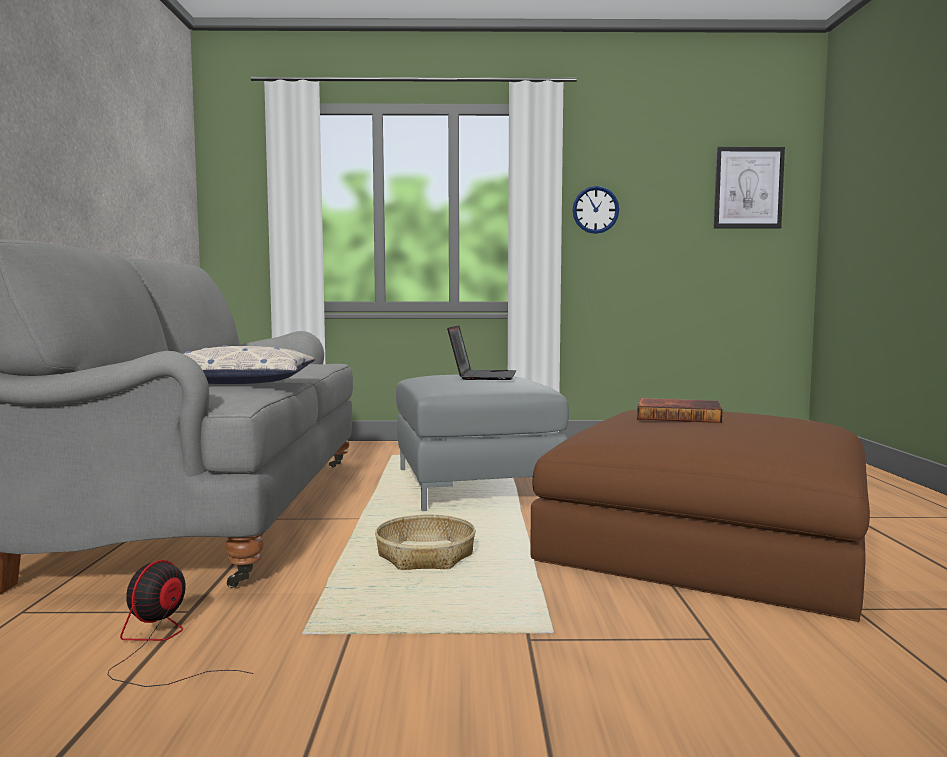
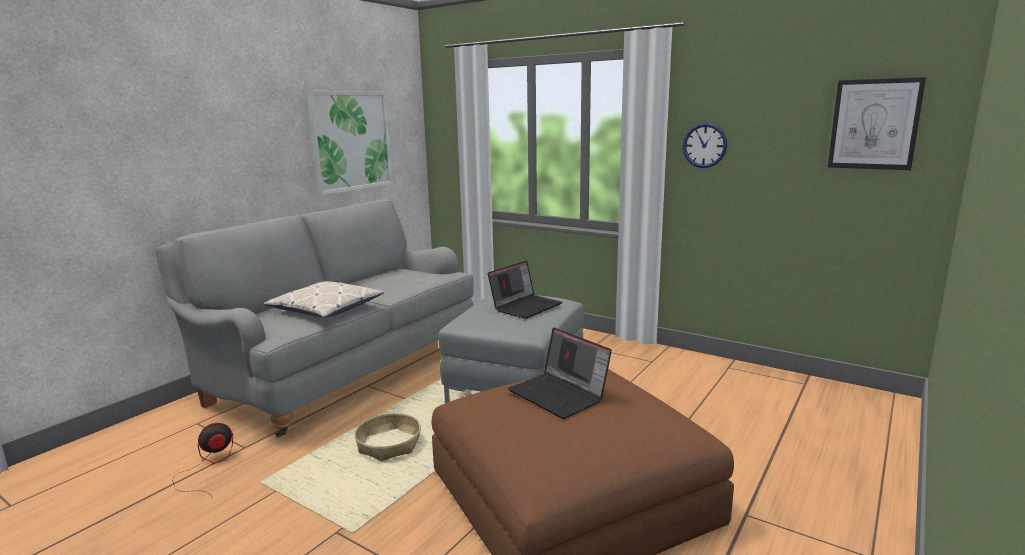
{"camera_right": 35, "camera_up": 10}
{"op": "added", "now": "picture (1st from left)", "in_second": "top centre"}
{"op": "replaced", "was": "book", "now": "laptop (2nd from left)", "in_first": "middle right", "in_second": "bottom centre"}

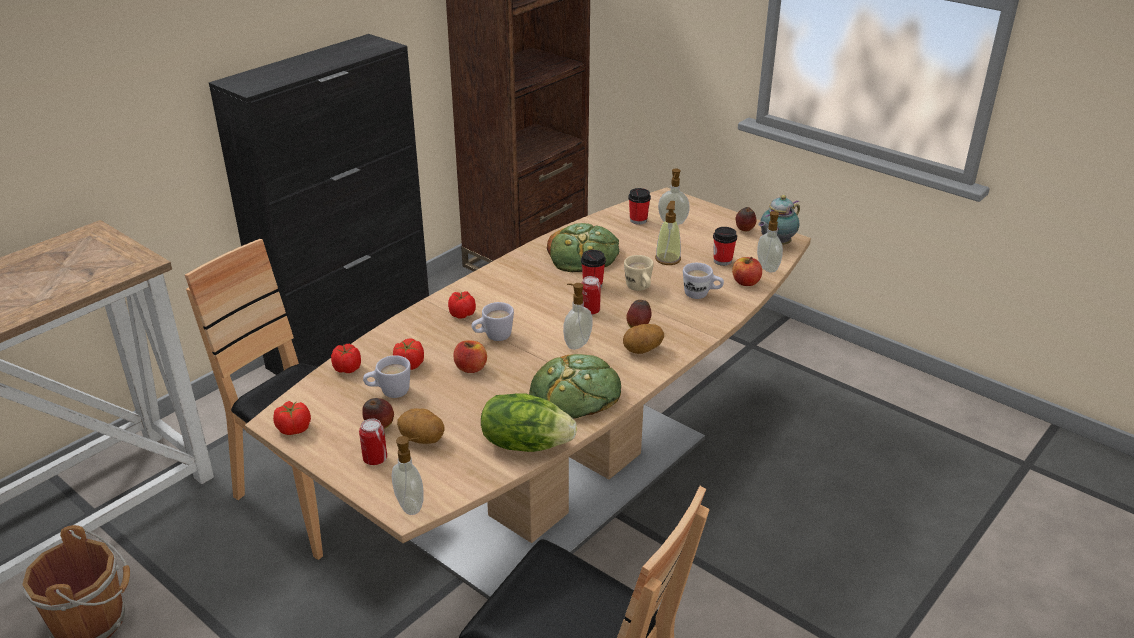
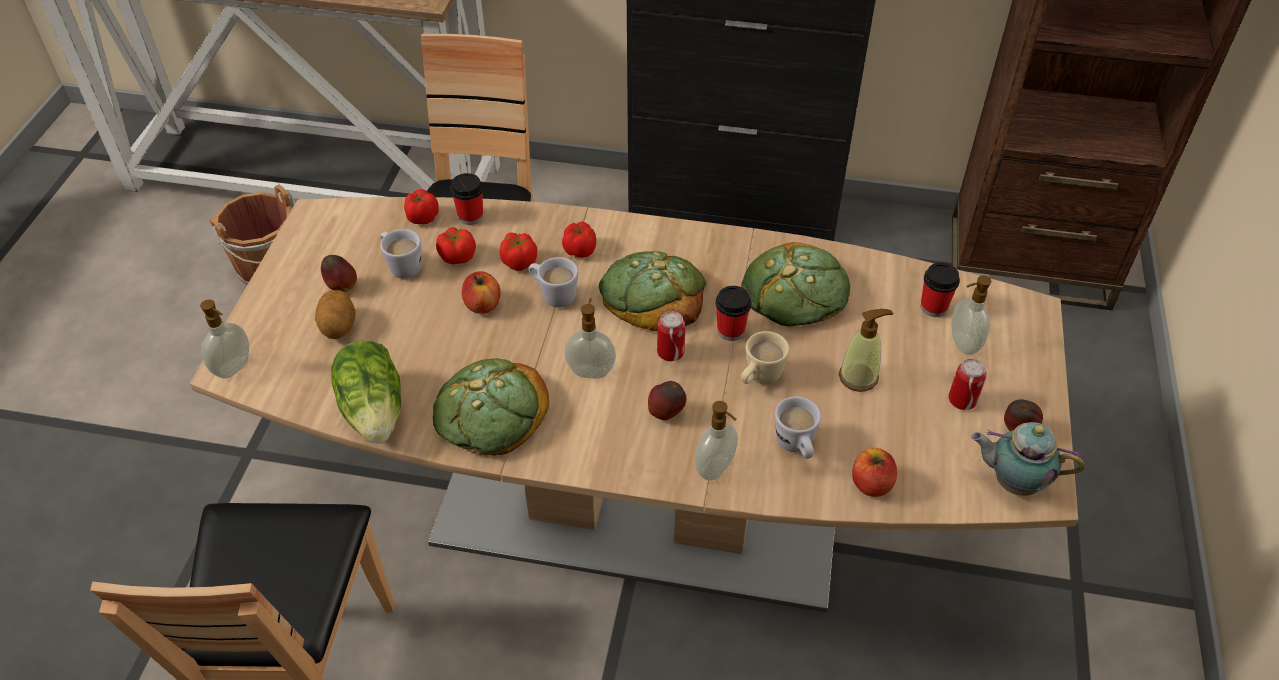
{"camera_right": 60, "camera_up": 15}
{"op": "moved", "was": "cup (3rd from left in the first image)", "now": "cup (1st from left)", "in_first": "centre", "in_second": "top centre"}
{"op": "moved", "was": "tomato (1st from left in the first image)", "now": "tomato (3rd from left)", "in_first": "middle left", "in_second": "centre"}
{"op": "added", "now": "bread (2nd from left)", "in_second": "centre"}
{"op": "moved", "was": "soap dispenser (5th from left in the first image)", "now": "soap dispenser (3rd from left)", "in_first": "middle right", "in_second": "centre"}
{"op": "moved", "was": "can (1st from left in the first image)", "now": "can (2nd from left)", "in_first": "bottom left", "in_second": "middle right"}
{"op": "removed", "was": "potato (2nd from left)", "in_first": "centre"}

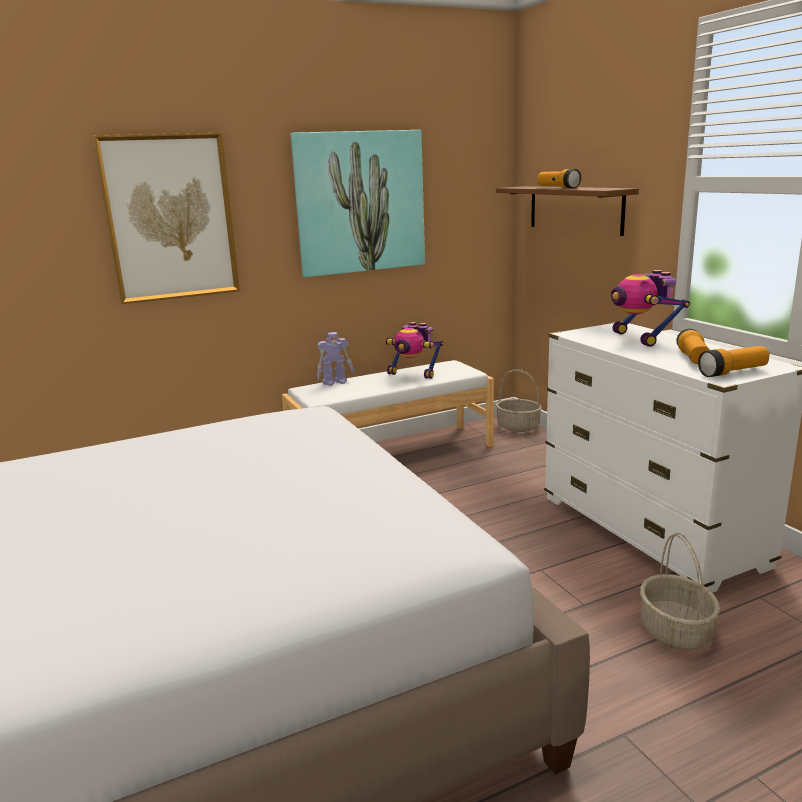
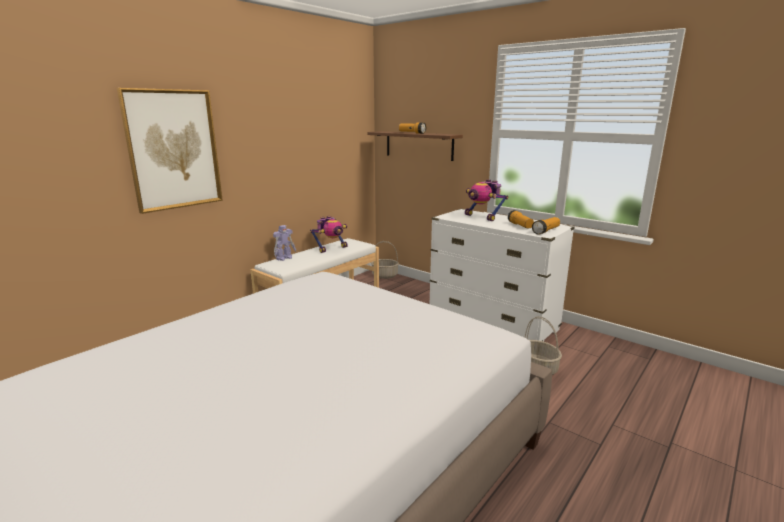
{"camera_right": -25, "camera_up": 0}
{"op": "turned", "was": "toy robot (2nd from left)", "in_first": "centre", "in_second": "centre", "clockwise": -45}
{"op": "removed", "was": "picture (2nd from left)", "in_first": "top centre"}

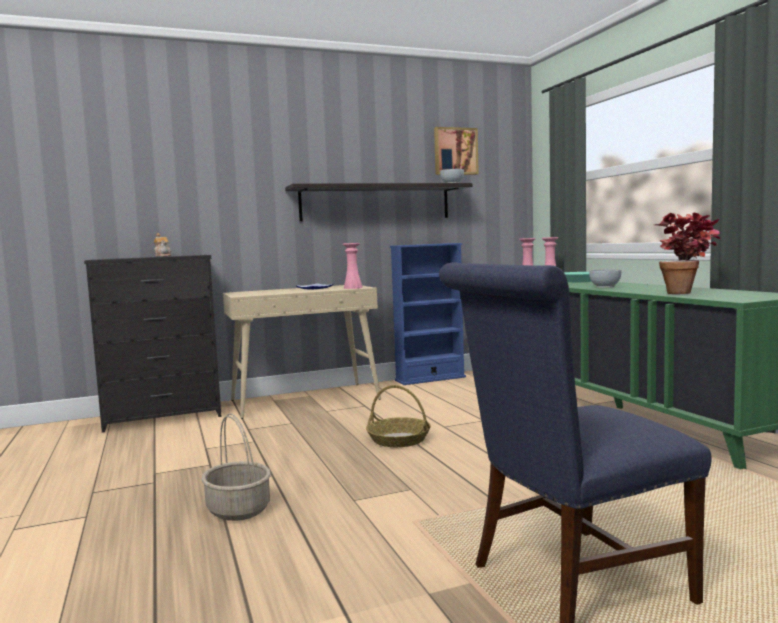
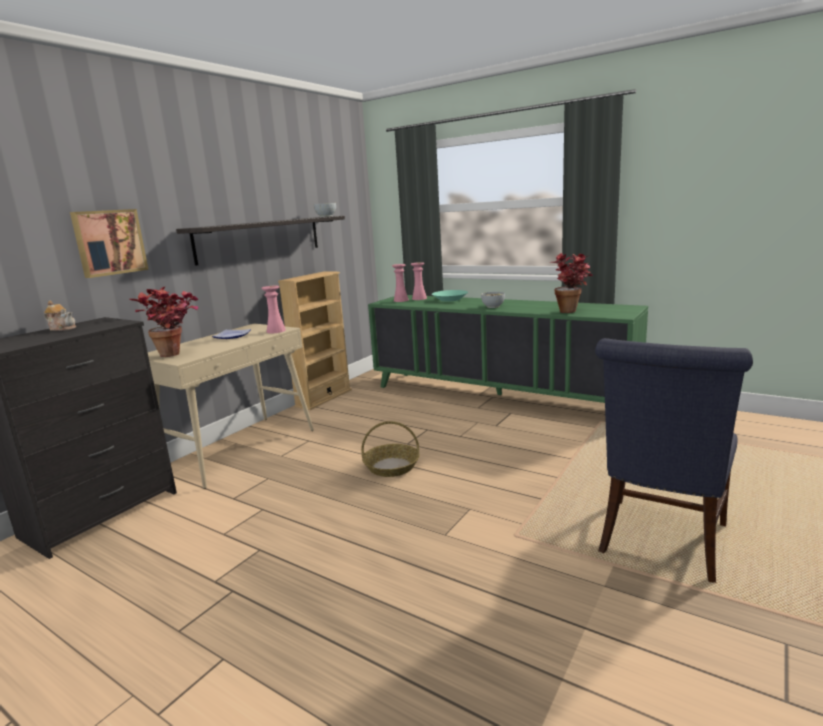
{"camera_right": -35, "camera_up": 10}
{"op": "moved", "was": "picture", "in_first": "top centre", "in_second": "middle left"}
{"op": "added", "now": "potted plant (1st from left)", "in_second": "middle left"}
{"op": "recoloured", "was": "bookcase/blue", "now": "bookcase/beige", "in_first": "centre", "in_second": "centre"}
{"op": "removed", "was": "basket (1st from left)", "in_first": "bottom left"}

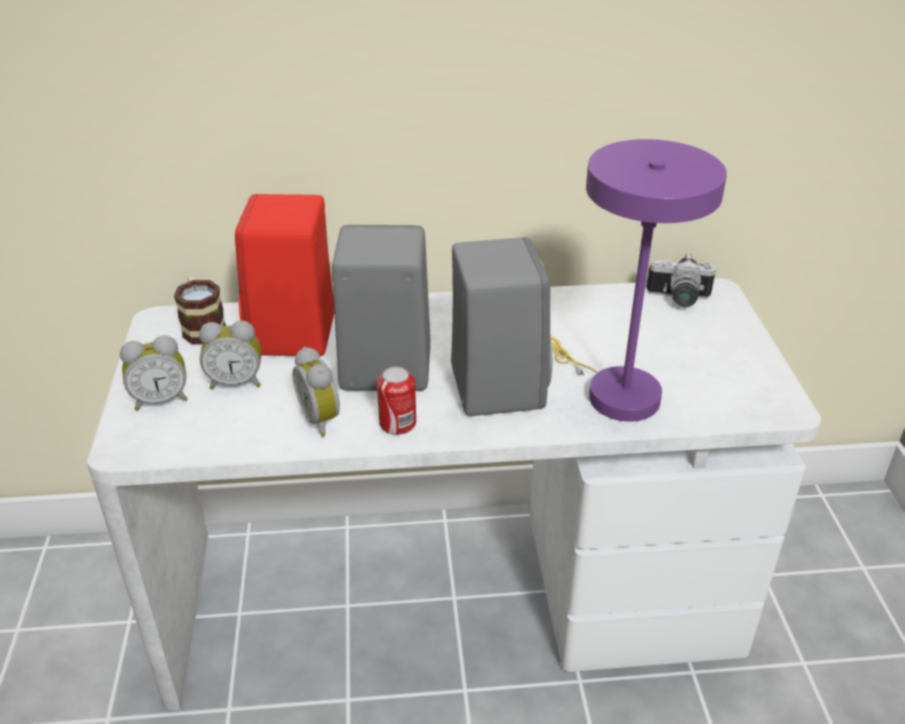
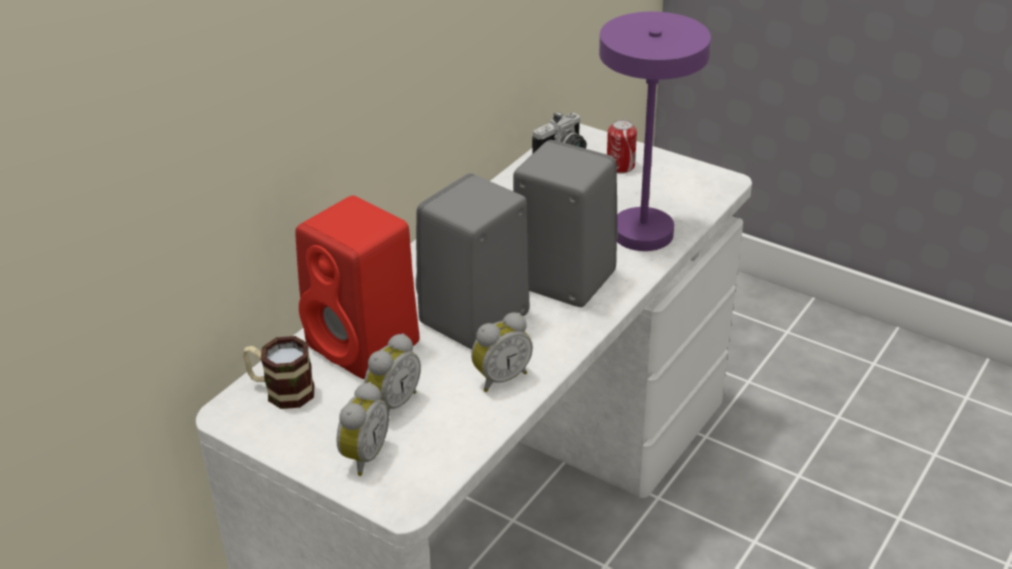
{"camera_right": -50, "camera_up": 0}
{"op": "turned", "was": "alarm clock (3rd from left)", "in_first": "centre", "in_second": "centre", "clockwise": -45}
{"op": "moved", "was": "can", "in_first": "centre", "in_second": "top centre"}

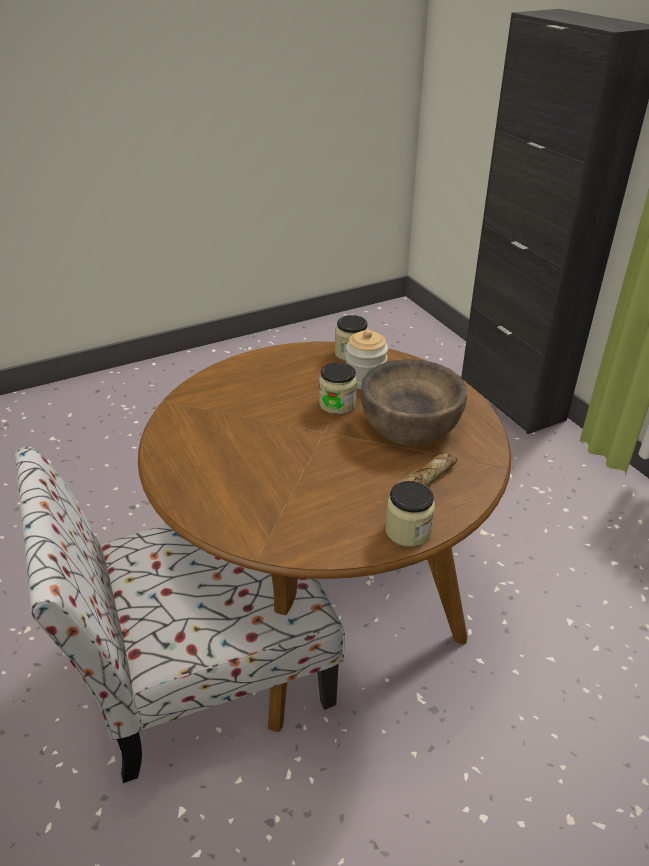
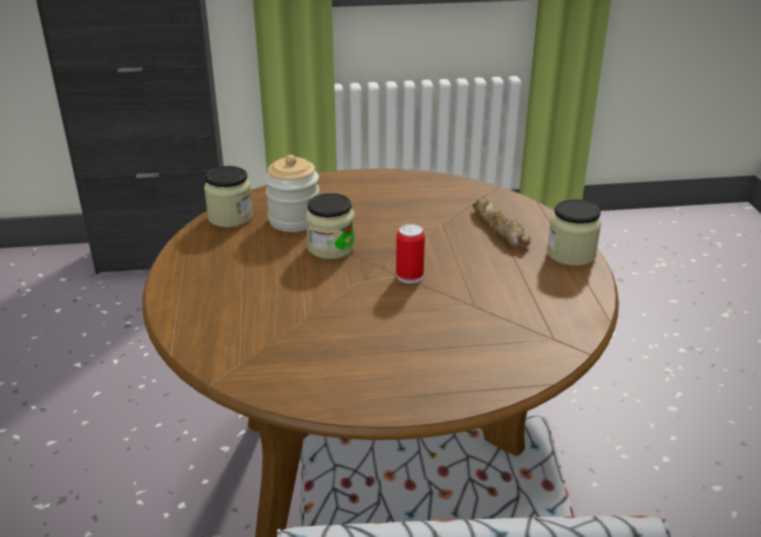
{"camera_right": -70, "camera_up": -5}
{"op": "added", "now": "can", "in_second": "centre"}
{"op": "removed", "was": "bowl/brown", "in_first": "centre"}

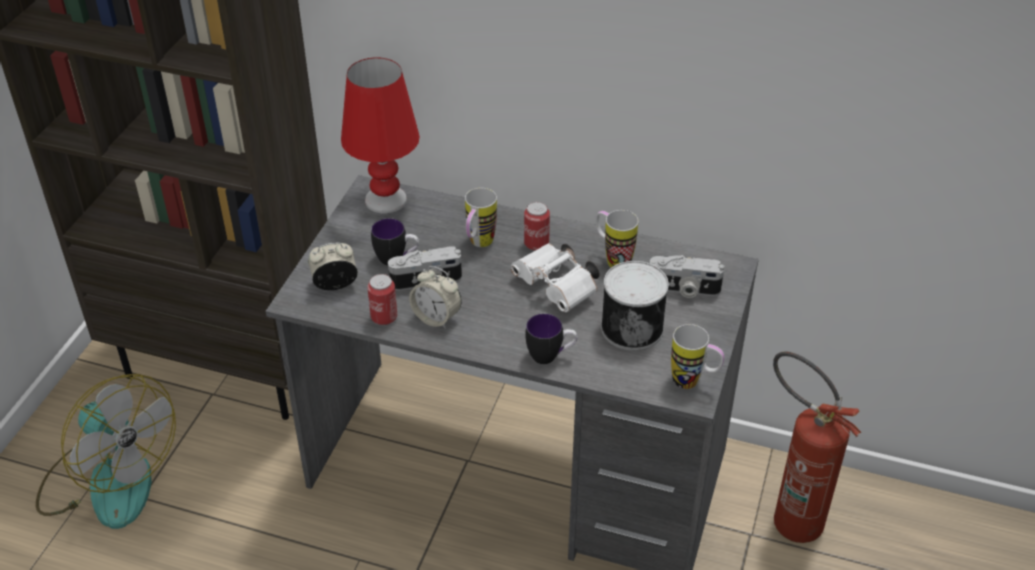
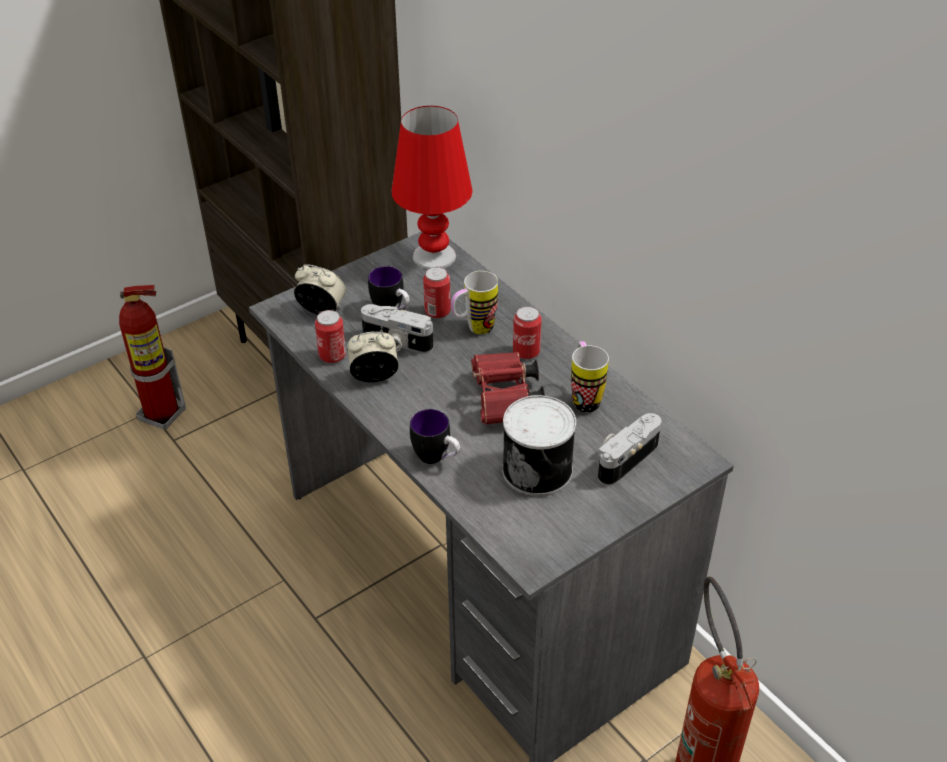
{"camera_right": 35, "camera_up": 0}
{"op": "replaced", "was": "fan", "now": "fire extinguisher (1st from left)", "in_first": "bottom left", "in_second": "middle left"}
{"op": "turned", "was": "alarm clock (2nd from left)", "in_first": "centre", "in_second": "centre", "clockwise": 105}
{"op": "added", "now": "can (2nd from left)", "in_second": "centre"}
{"op": "recoloured", "was": "binoculars/white", "now": "binoculars/red", "in_first": "centre", "in_second": "centre"}
{"op": "turned", "was": "photo camera (2nd from left)", "in_first": "centre", "in_second": "centre", "clockwise": 90}
{"op": "removed", "was": "mug (5th from left)", "in_first": "middle right"}

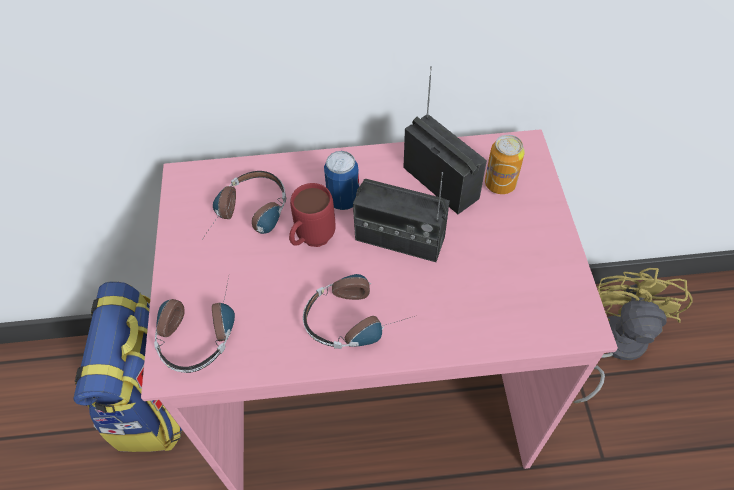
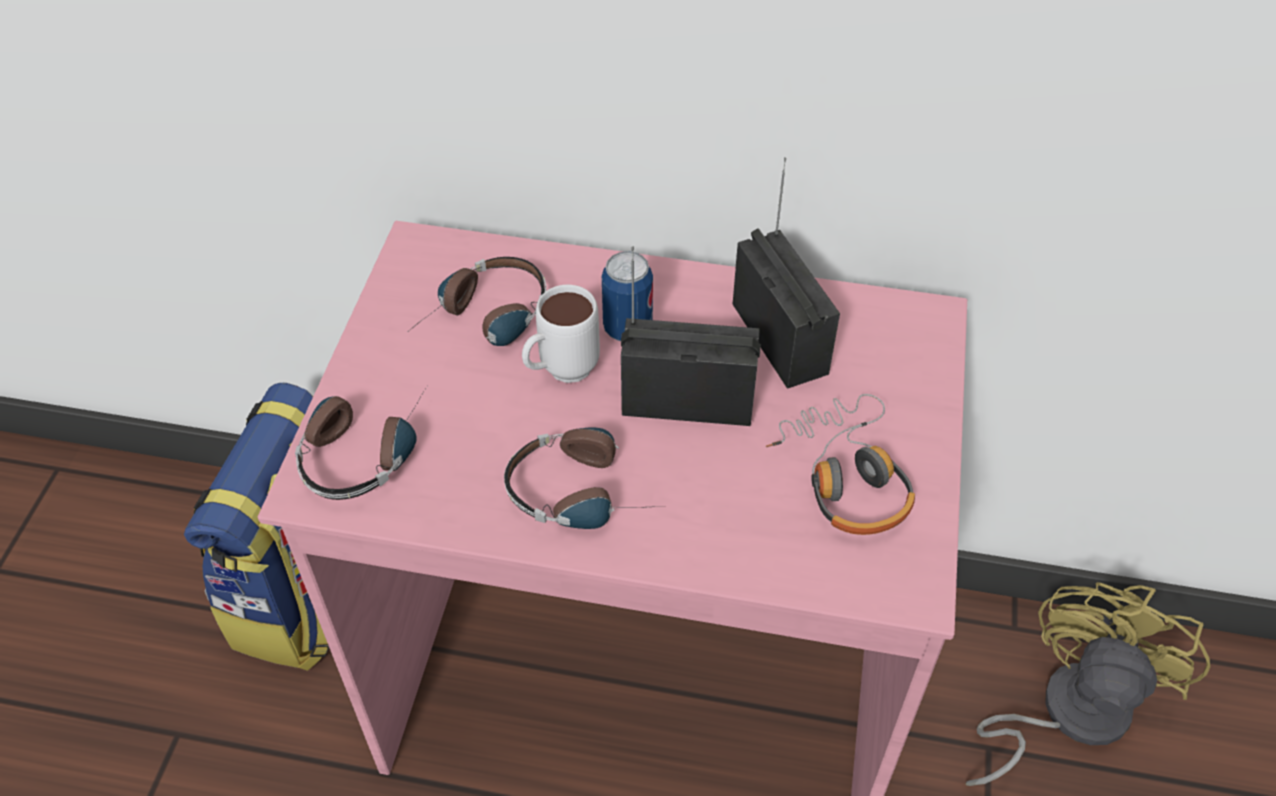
{"camera_right": 15, "camera_up": -5}
{"op": "recoloured", "was": "mug/red", "now": "mug/white", "in_first": "centre", "in_second": "centre"}
{"op": "turned", "was": "radio (1st from left)", "in_first": "centre", "in_second": "centre", "clockwise": 150}
{"op": "added", "now": "headphones (4th from left)", "in_second": "centre"}
{"op": "removed", "was": "can (2nd from left)", "in_first": "middle right"}

